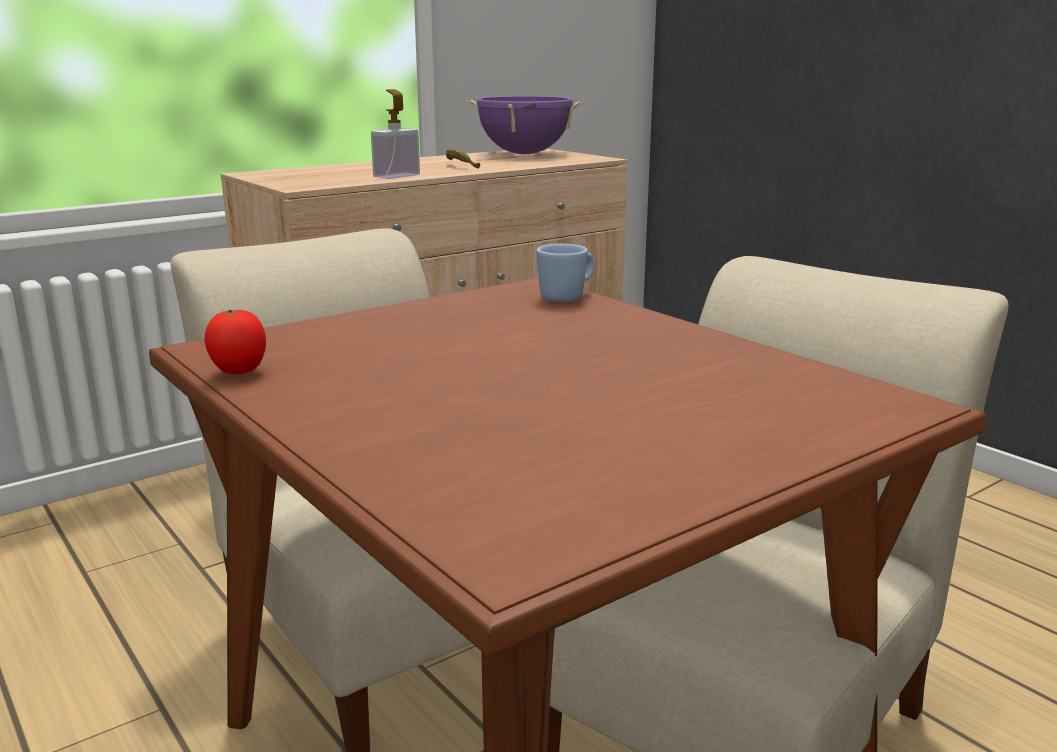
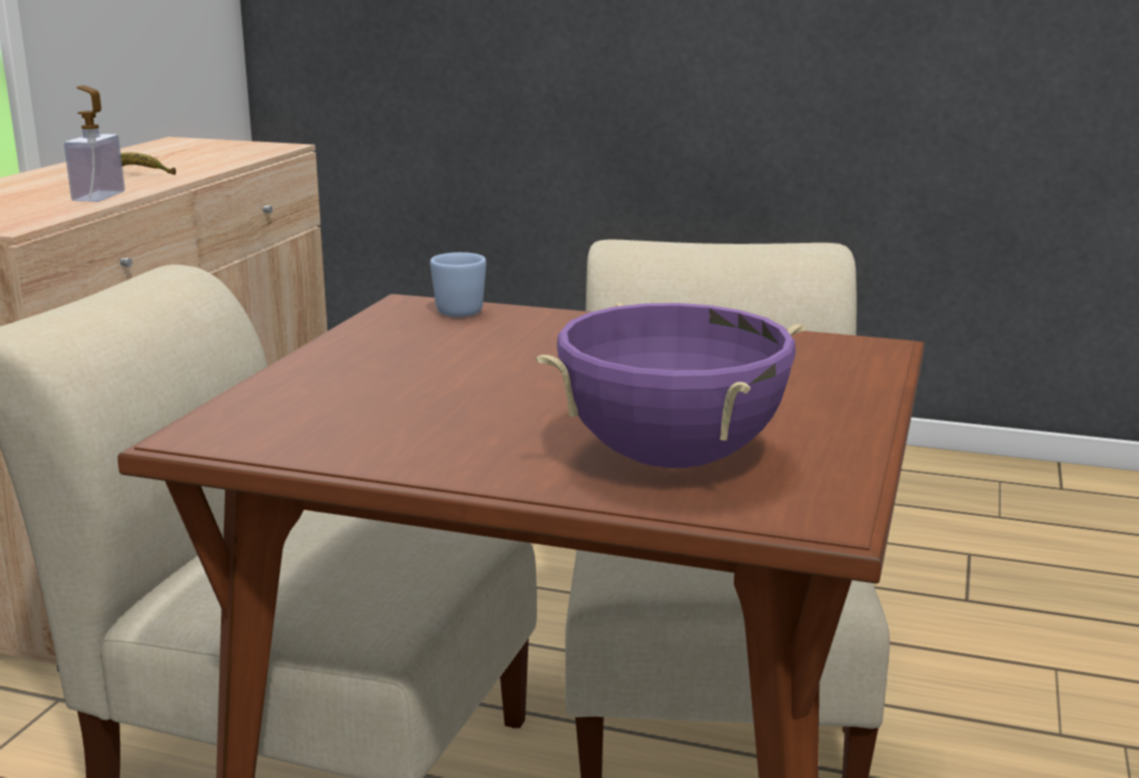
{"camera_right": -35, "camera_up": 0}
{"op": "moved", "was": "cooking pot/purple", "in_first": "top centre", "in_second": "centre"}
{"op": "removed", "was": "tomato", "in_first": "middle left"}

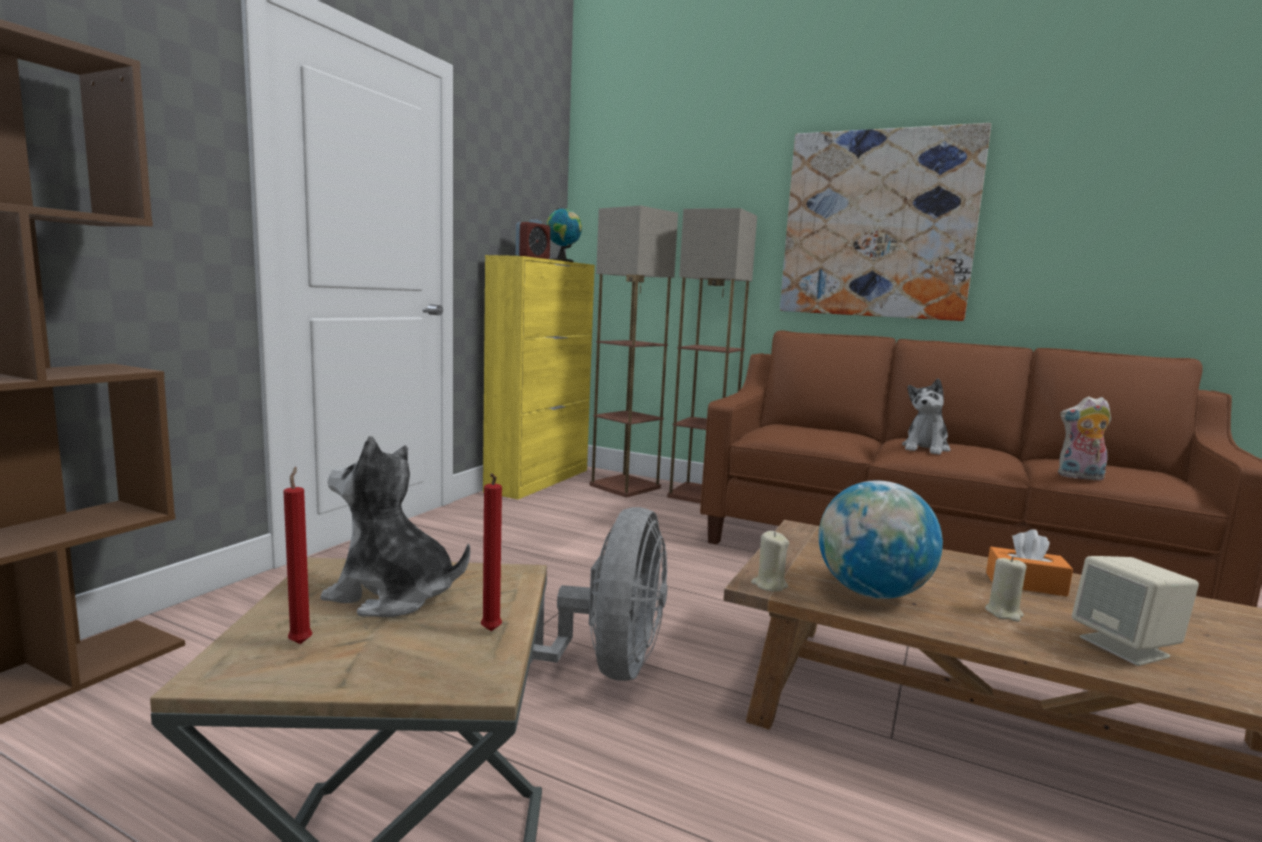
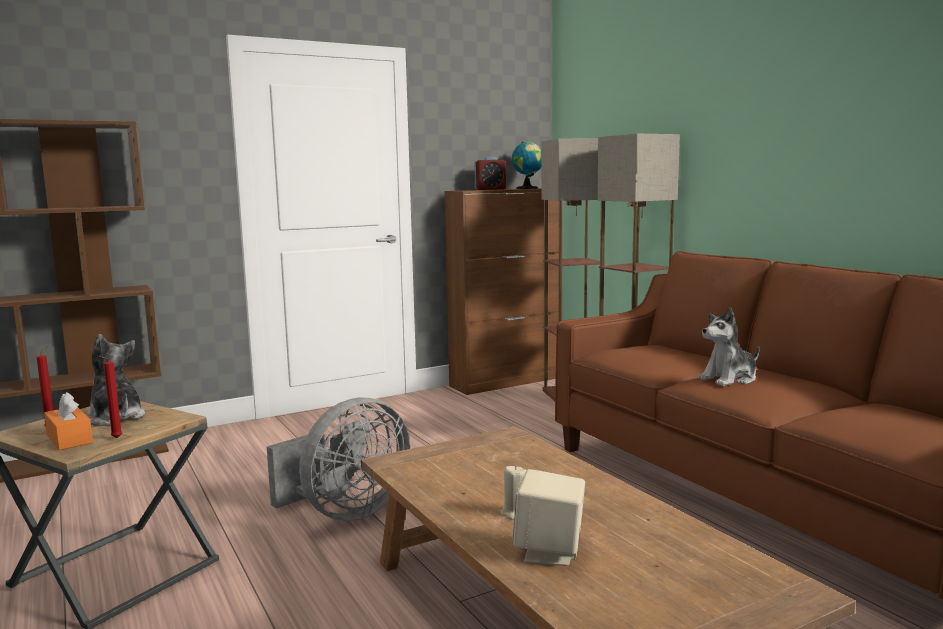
{"camera_right": 35, "camera_up": 0}
{"op": "moved", "was": "tissue box/orange", "in_first": "bottom right", "in_second": "bottom left"}
{"op": "recoloured", "was": "cabinet/yellow", "now": "cabinet/brown", "in_first": "centre", "in_second": "centre"}
{"op": "removed", "was": "candle/beige (1st from left)", "in_first": "centre"}
{"op": "removed", "was": "picture", "in_first": "top right"}
{"op": "removed", "was": "globe (2nd from left)", "in_first": "middle right"}
{"op": "removed", "was": "plush toy (3rd from left)", "in_first": "middle right"}

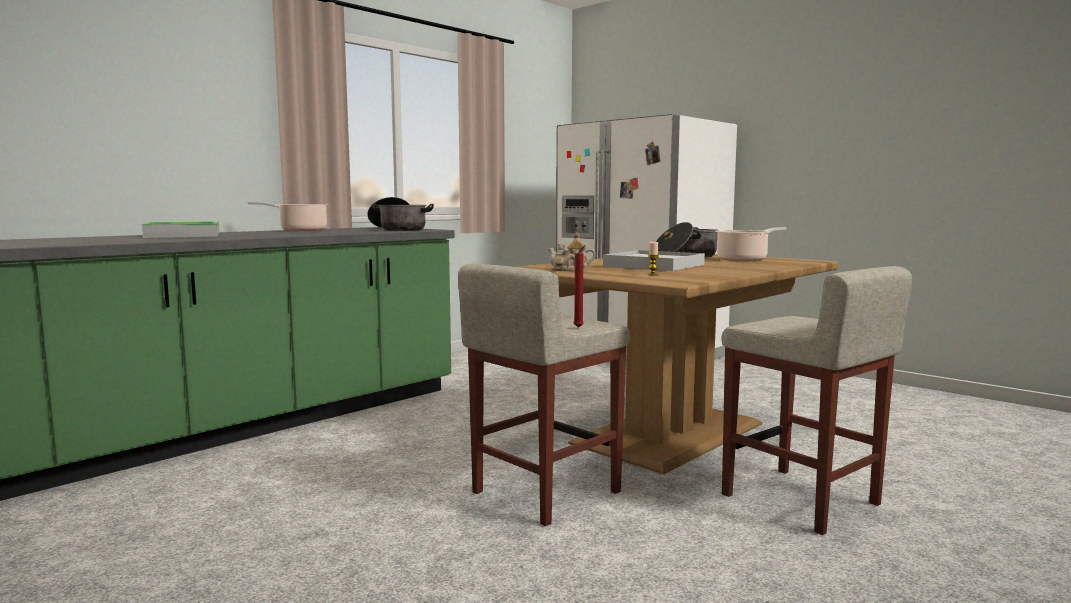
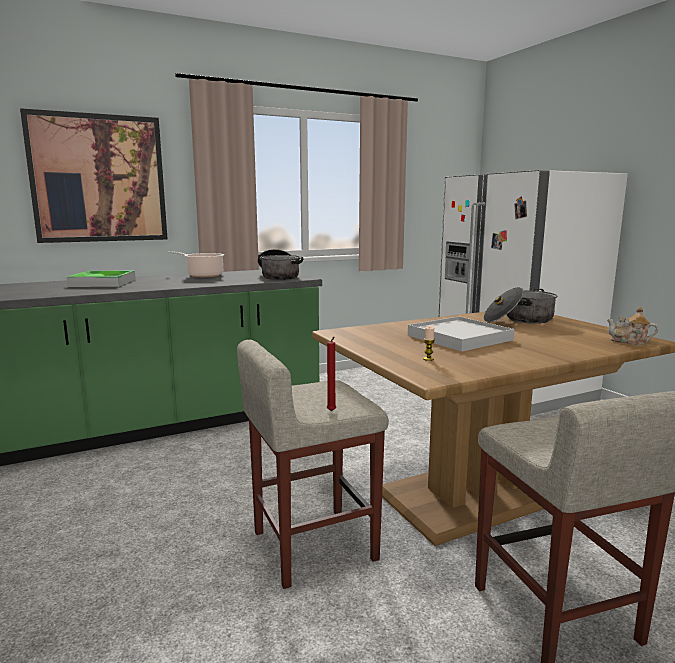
{"camera_right": 20, "camera_up": 5}
{"op": "added", "now": "picture", "in_second": "top left"}
{"op": "moved", "was": "teapot", "in_first": "centre", "in_second": "middle right"}
{"op": "removed", "was": "cooking pot (4th from left)", "in_first": "middle right"}

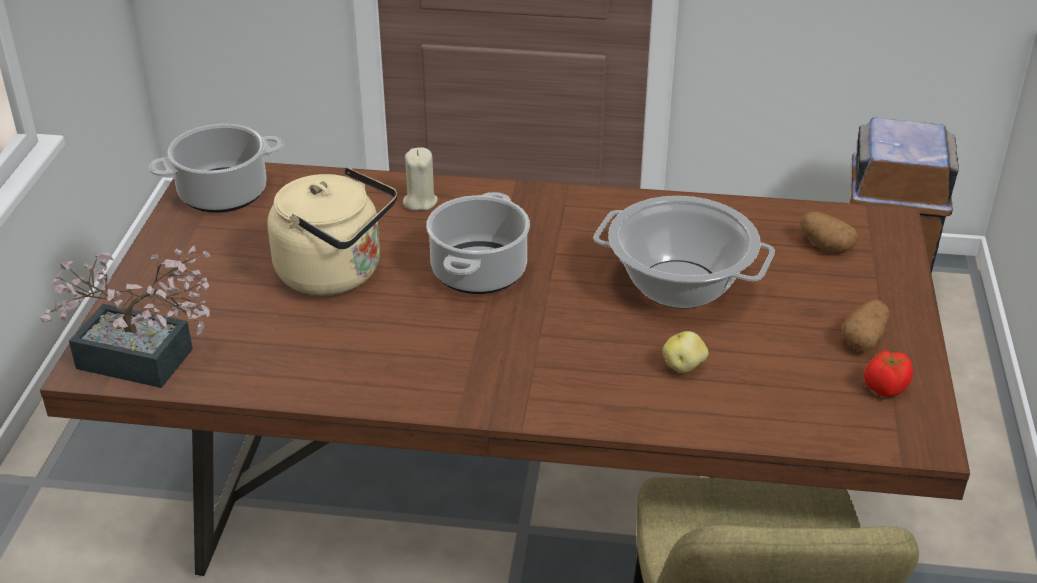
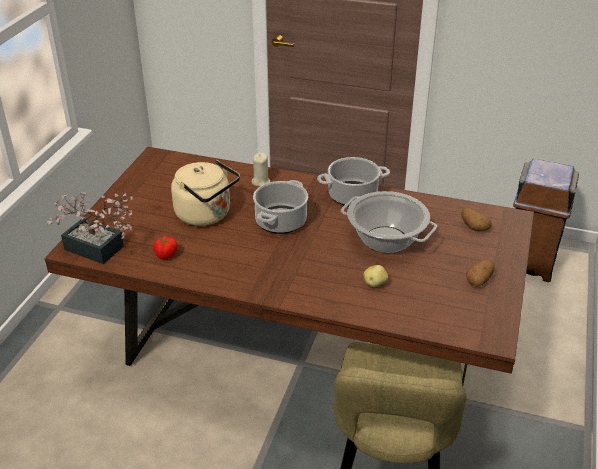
{"camera_right": 10, "camera_up": 0}
{"op": "moved", "was": "tomato", "in_first": "middle right", "in_second": "middle left"}
{"op": "moved", "was": "cooking pot (1st from left in the first image)", "now": "cooking pot (2nd from left)", "in_first": "top left", "in_second": "centre"}

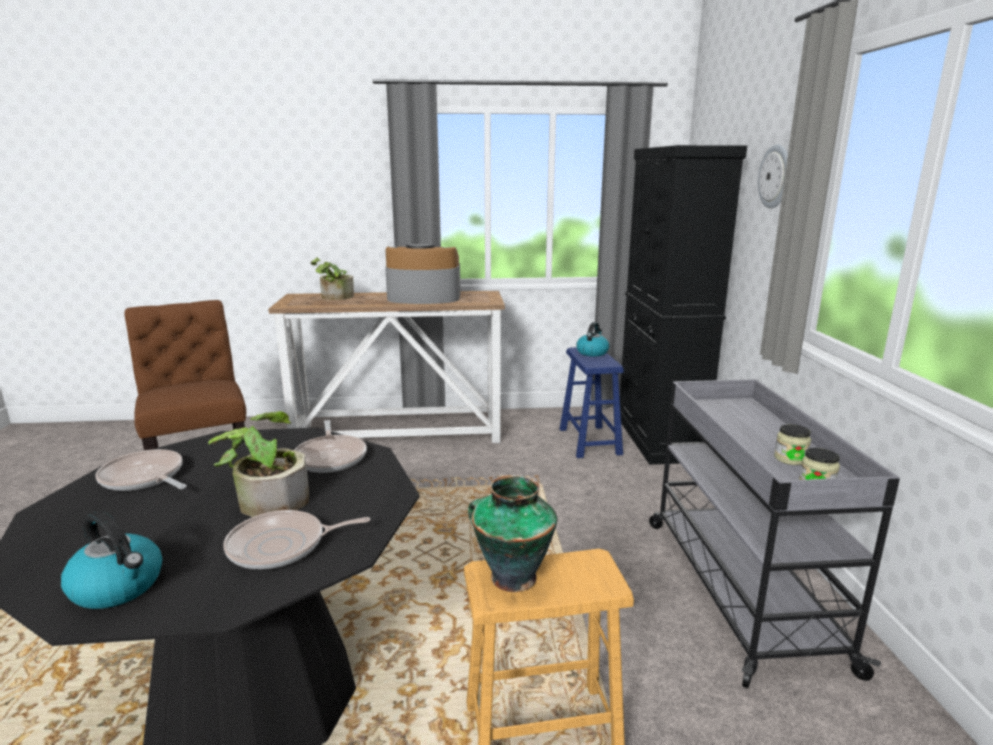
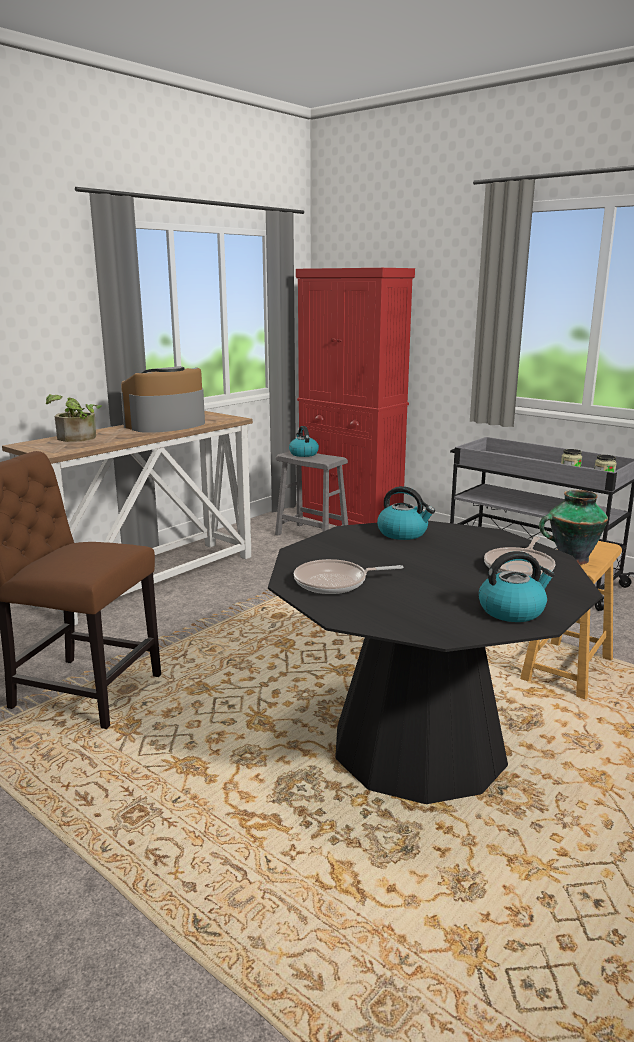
{"camera_right": -45, "camera_up": 0}
{"op": "recoloured", "was": "stool/blue", "now": "stool/grey", "in_first": "centre", "in_second": "centre"}
{"op": "recoloured", "was": "cabinet/black", "now": "cabinet/red", "in_first": "middle right", "in_second": "centre"}
{"op": "replaced", "was": "frying pan (3rd from left)", "now": "kettle (2nd from left)", "in_first": "middle left", "in_second": "centre"}
{"op": "removed", "was": "potted plant (1st from left)", "in_first": "middle left"}
{"op": "removed", "was": "wall clock", "in_first": "top right"}

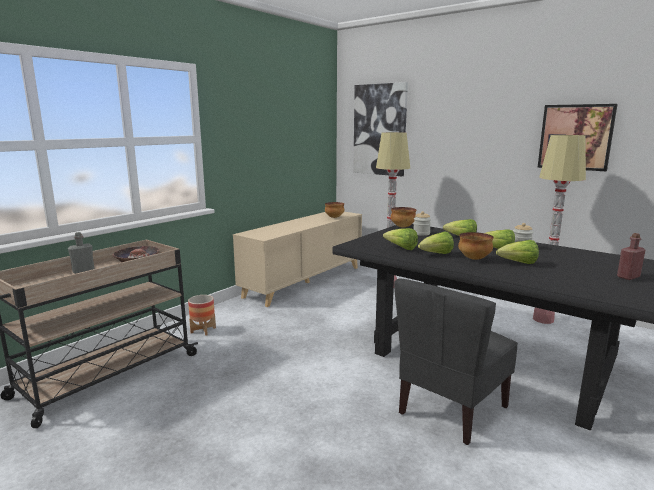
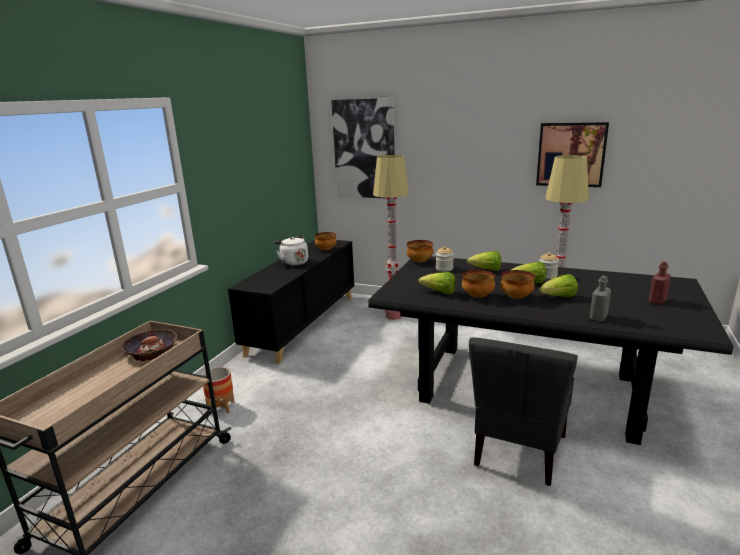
{"camera_right": -15, "camera_up": 5}
{"op": "recoloured", "was": "cabinet/beige", "now": "cabinet/black", "in_first": "centre", "in_second": "centre"}
{"op": "added", "now": "kettle/white", "in_second": "centre"}
{"op": "replaced", "was": "lettuce (2nd from left)", "now": "bowl (4th from left)", "in_first": "middle right", "in_second": "centre"}
{"op": "moved", "was": "bottle/grey", "in_first": "middle left", "in_second": "middle right"}

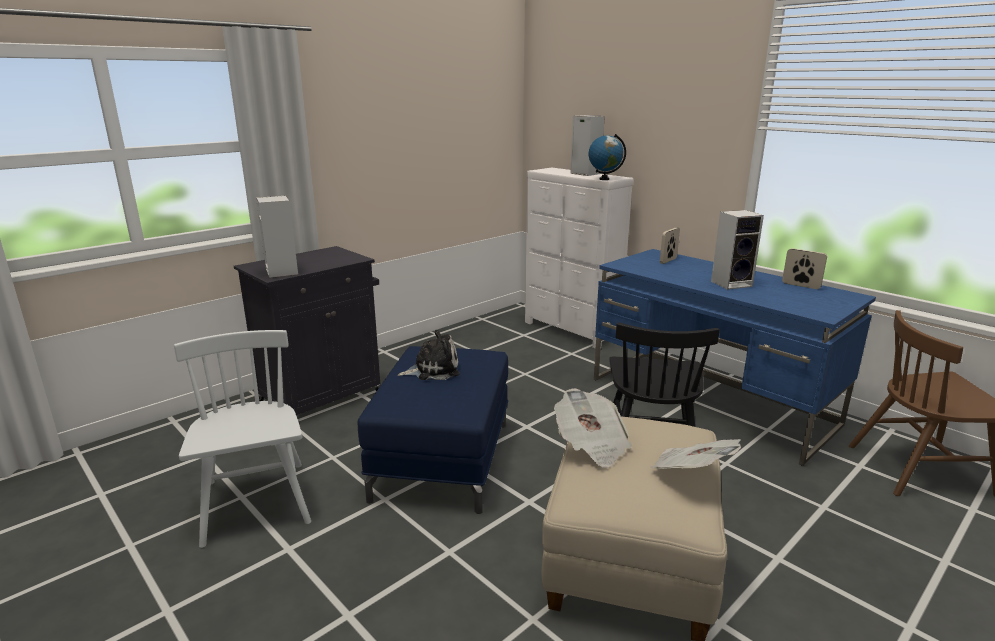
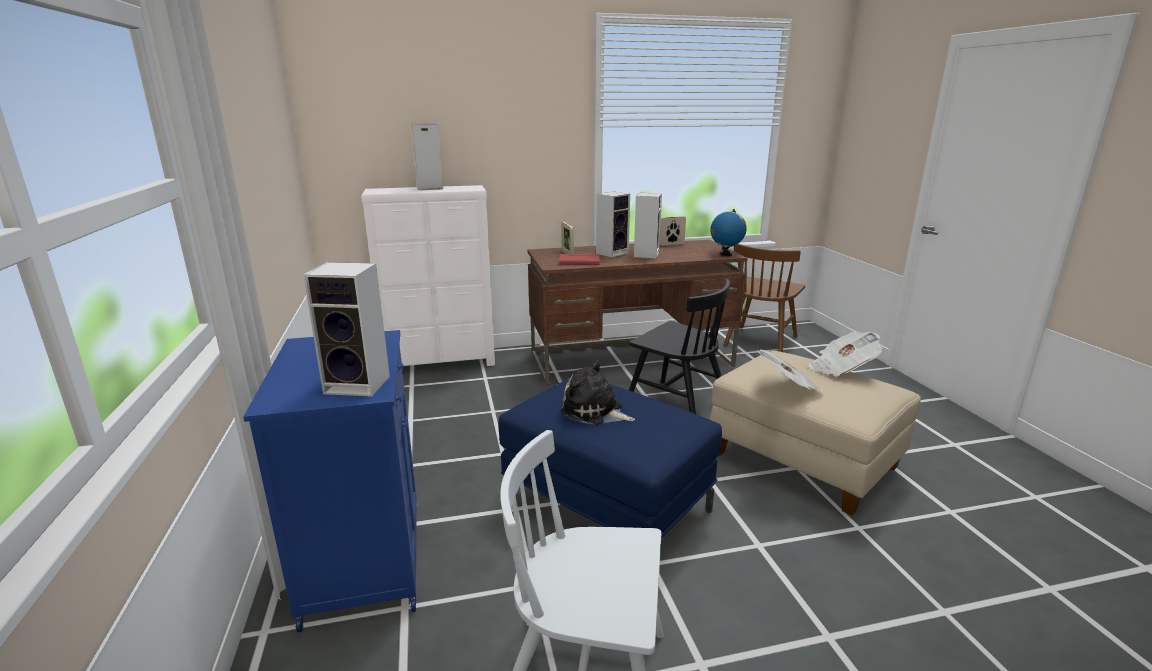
{"camera_right": -60, "camera_up": 0}
{"op": "recoloured", "was": "cabinet/black", "now": "cabinet/blue", "in_first": "middle left", "in_second": "bottom left"}
{"op": "recoloured", "was": "desk/blue", "now": "desk/brown", "in_first": "middle right", "in_second": "centre"}
{"op": "added", "now": "book/red", "in_second": "centre"}
{"op": "turned", "was": "plush toy", "in_first": "centre", "in_second": "centre", "clockwise": -75}
{"op": "added", "now": "speaker (3rd from left)", "in_second": "centre"}
{"op": "moved", "was": "globe", "in_first": "top centre", "in_second": "centre"}

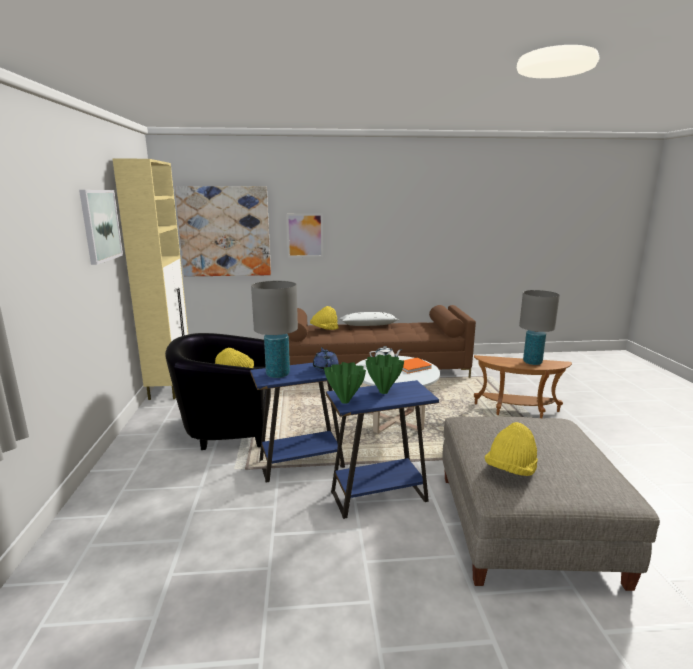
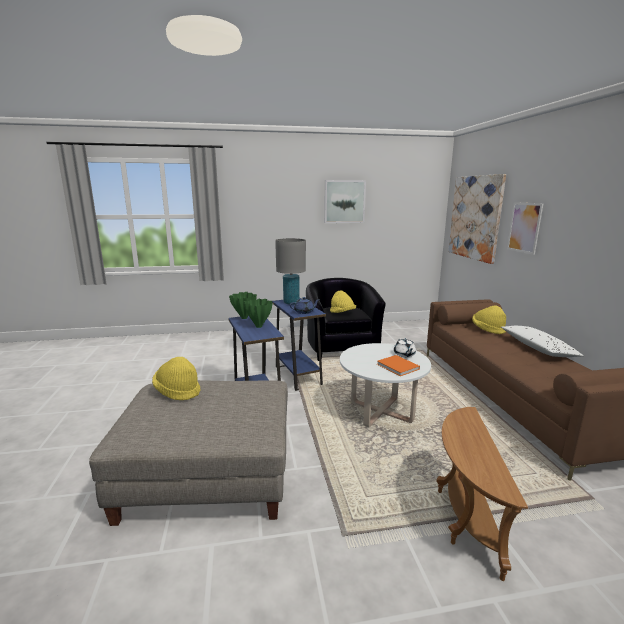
{"camera_right": 85, "camera_up": 0}
{"op": "removed", "was": "cabinet/beige", "in_first": "middle left"}
{"op": "removed", "was": "table lamp/grey (2nd from left)", "in_first": "middle right"}

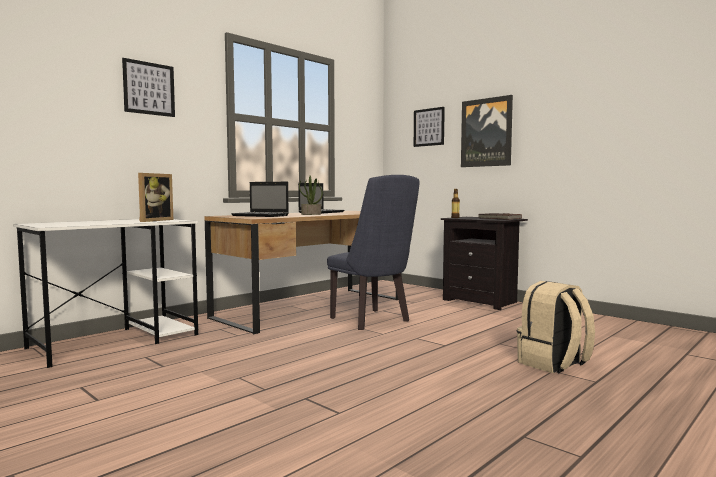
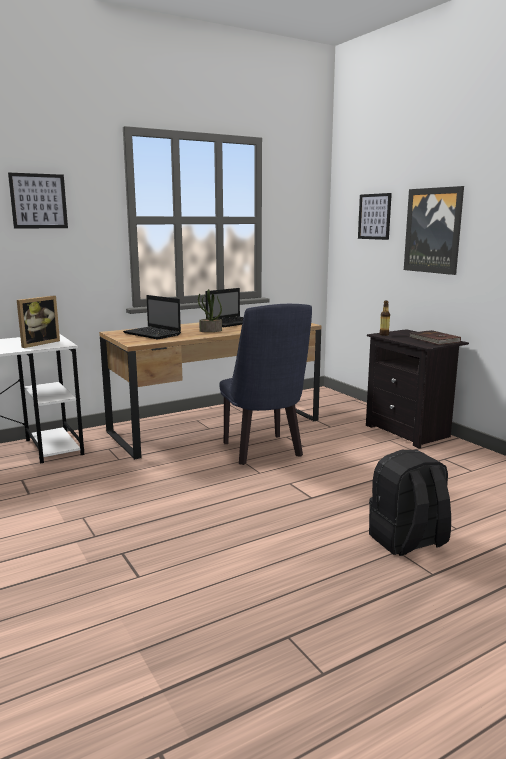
{"camera_right": 15, "camera_up": 10}
{"op": "recoloured", "was": "backpack/beige", "now": "backpack/black", "in_first": "bottom right", "in_second": "middle right"}

